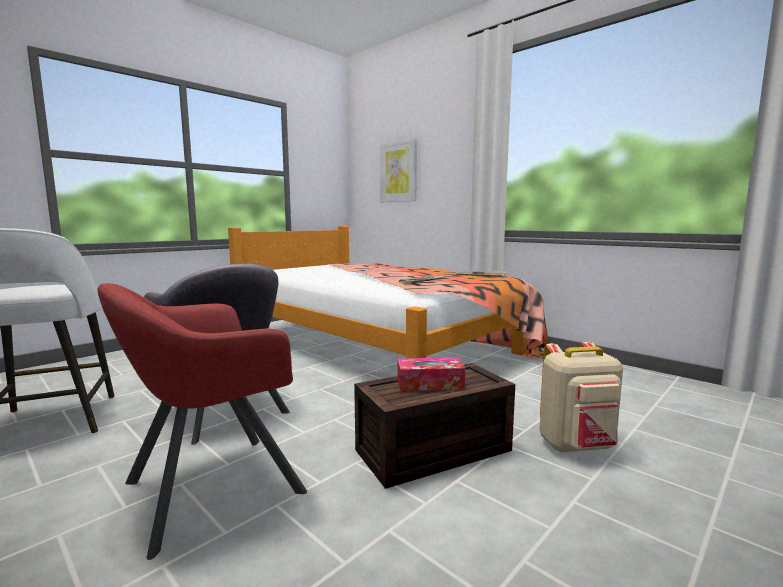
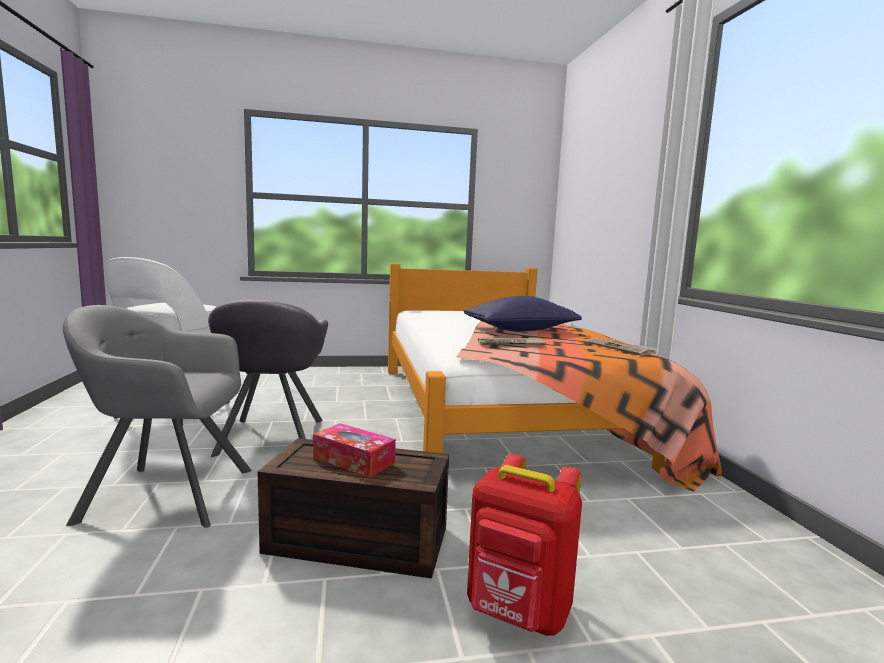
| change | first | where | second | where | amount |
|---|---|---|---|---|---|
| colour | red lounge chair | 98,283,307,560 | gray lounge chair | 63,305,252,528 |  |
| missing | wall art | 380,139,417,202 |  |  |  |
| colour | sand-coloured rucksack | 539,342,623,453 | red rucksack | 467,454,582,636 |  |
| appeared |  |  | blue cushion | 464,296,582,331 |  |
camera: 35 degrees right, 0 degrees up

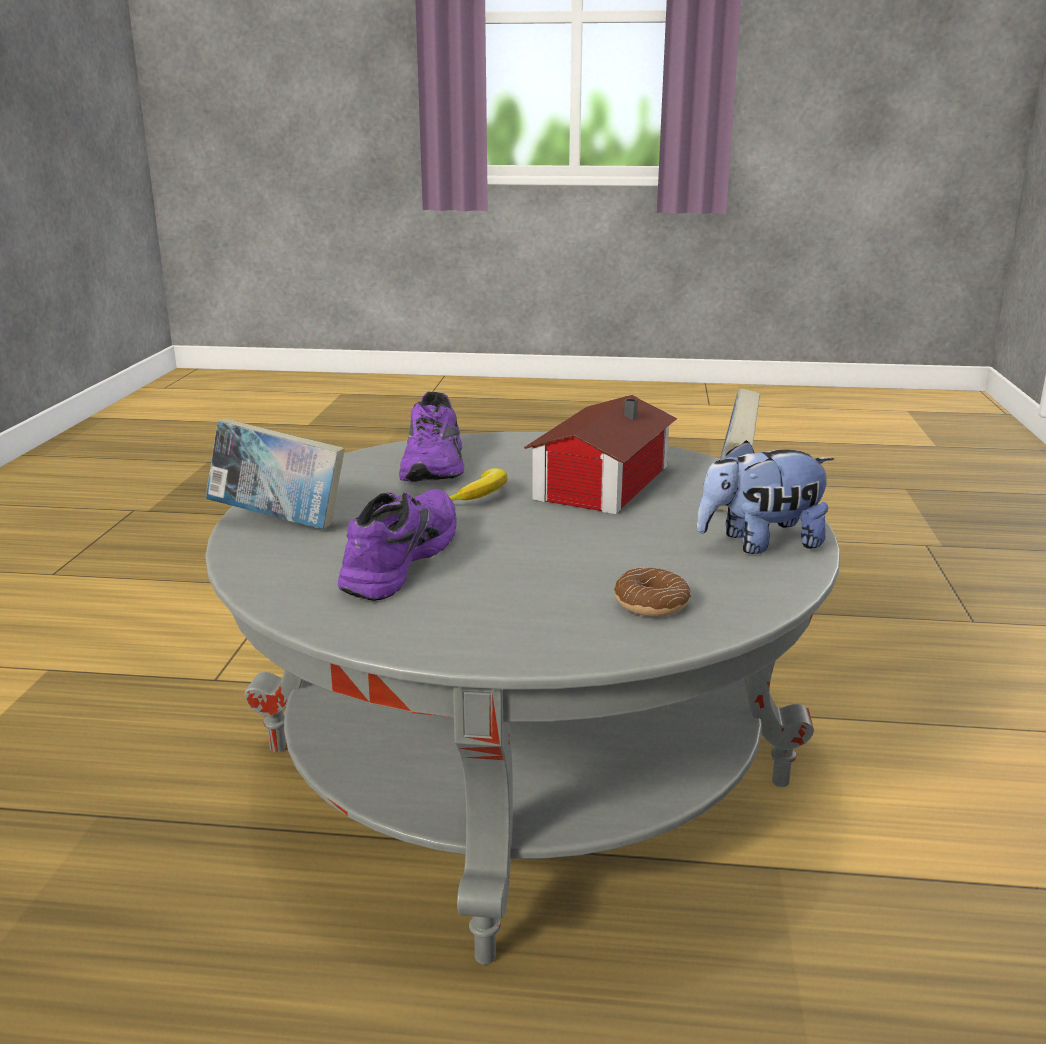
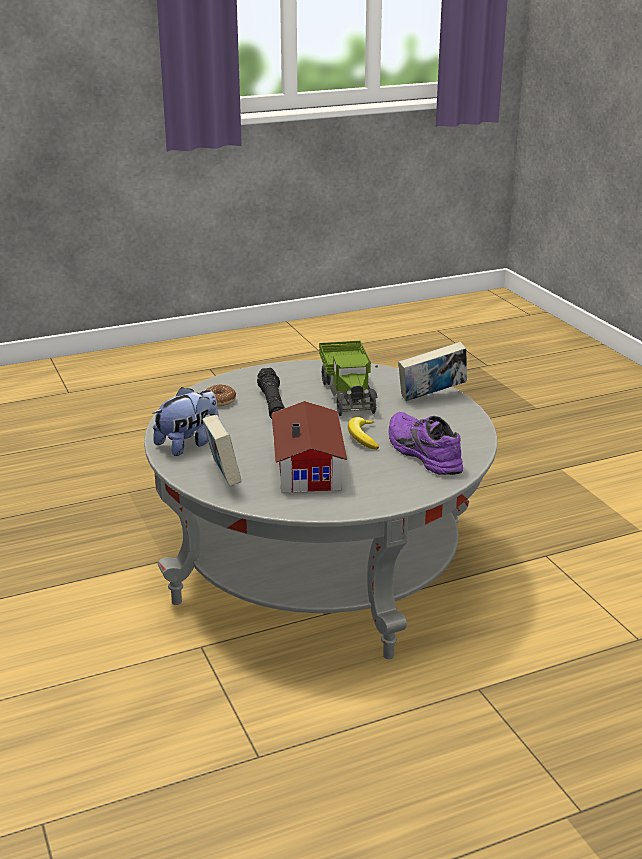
| change | first | where | second | where | amount |
|---|---|---|---|---|---|
| exchanged | purple-coloured item of footwear | 338,489,457,601 | toy truck | 319,340,378,416 |  |
| appeared |  |  | blackish hand torch | 257,368,285,419 |  |
camera: 150 degrees right, 5 degrees up

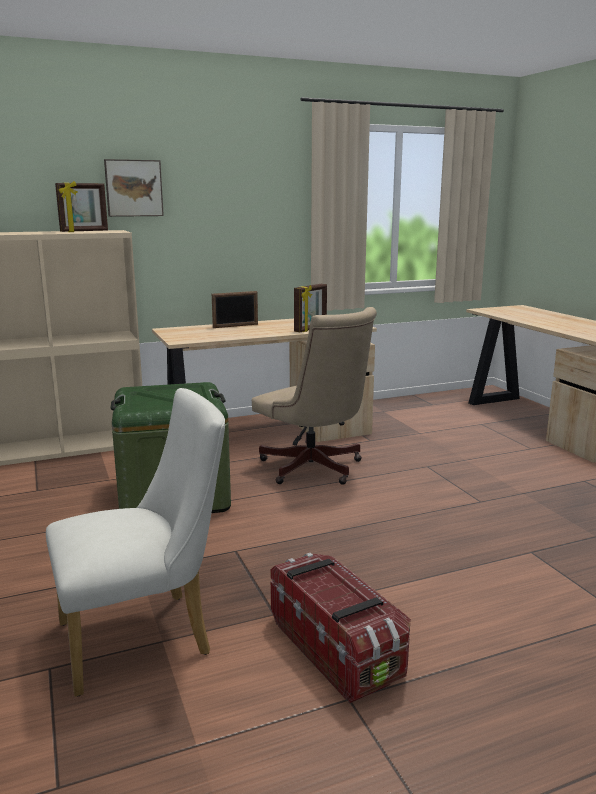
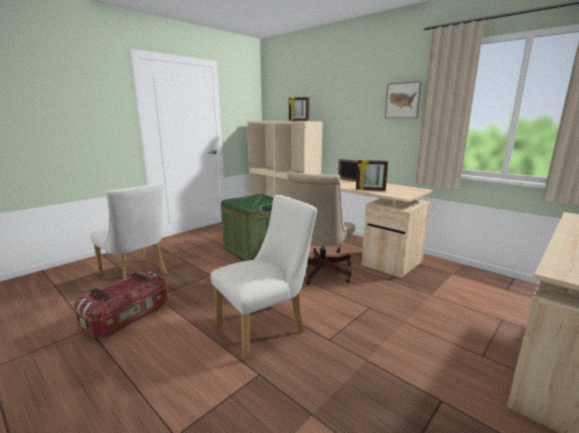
| change | first | where | second | where | amount |
|---|---|---|---|---|---|
| relocated | wall art | 104,159,164,217 |  | 385,81,422,118 |  |
| appeared |  |  | whitish upright chair | 211,195,317,360 |  |
camera: 65 degrees right, 0 degrees up

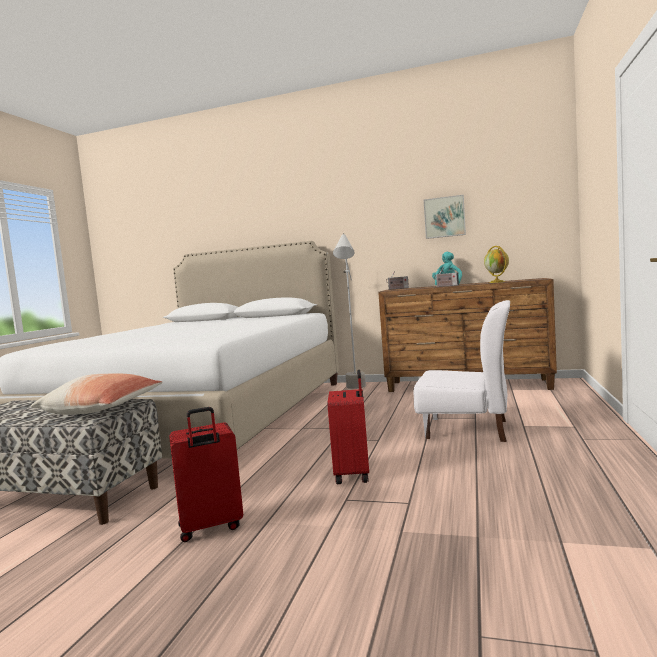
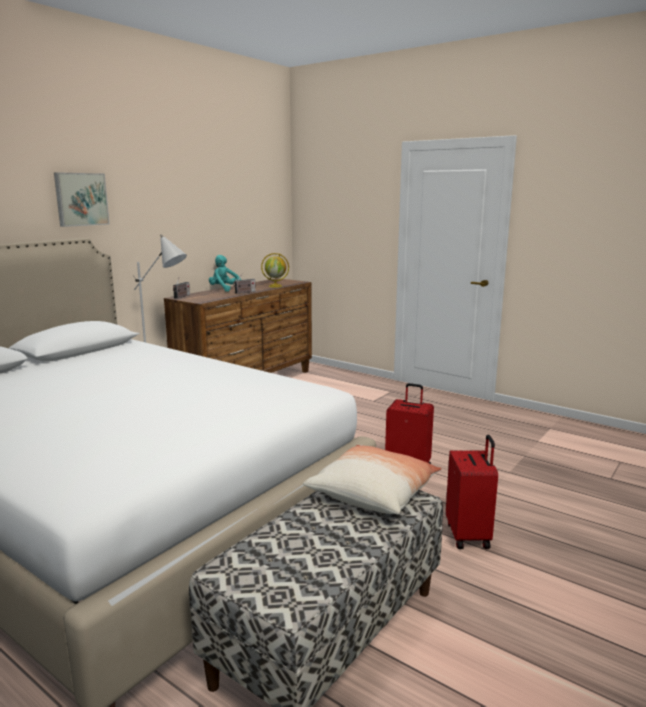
| change | first | where | second | where | amount |
|---|---|---|---|---|---|
| missing | whitish upright chair | 414,300,510,442 |  |  |  |
| relocated | wall art | 424,195,466,239 |  | 54,172,110,227 |  |
camera: 70 degrees left, 10 degrees up

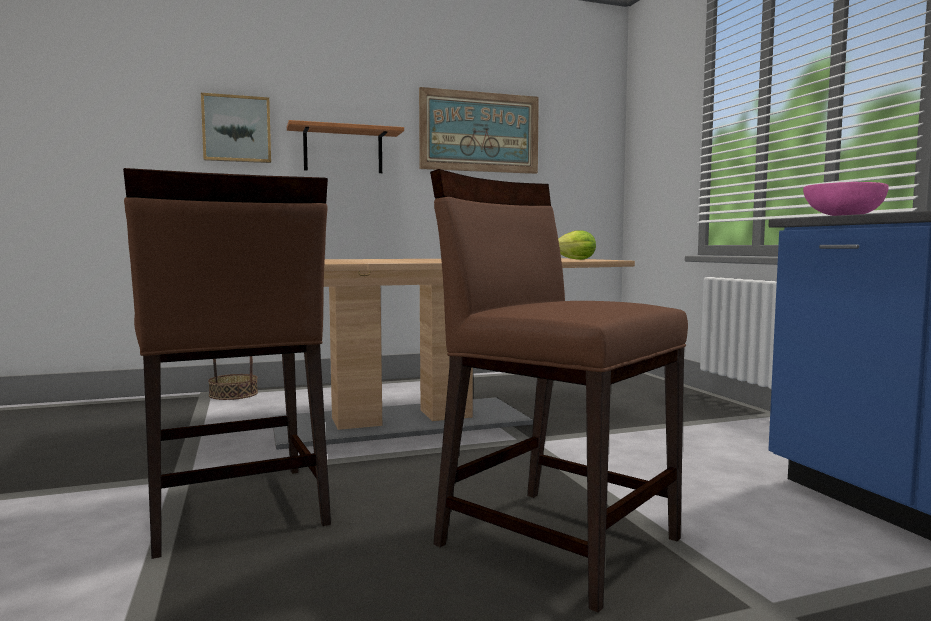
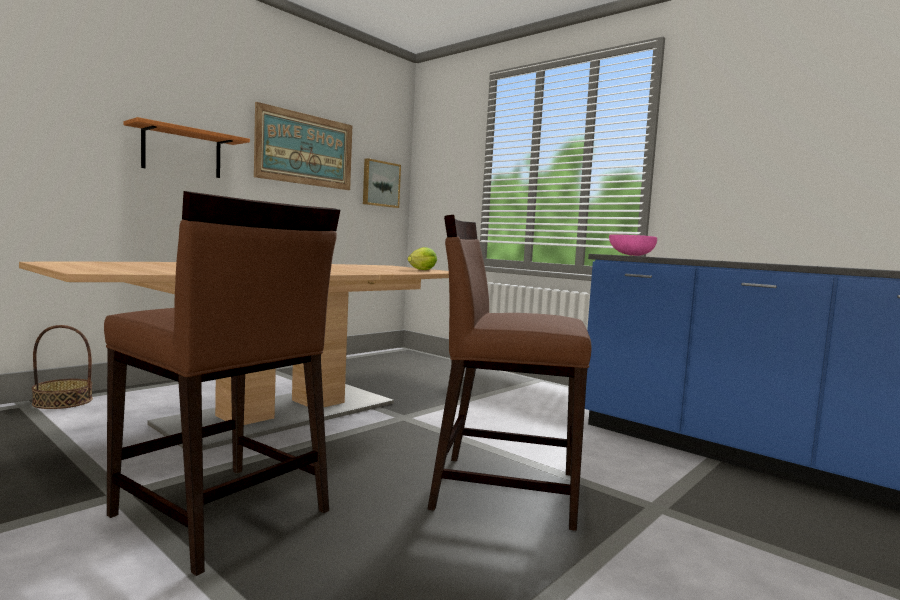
| change | first | where | second | where | amount |
|---|---|---|---|---|---|
| relocated | wall art | 201,93,271,163 |  | 363,158,401,208 |  |
camera: 30 degrees left, 0 degrees up

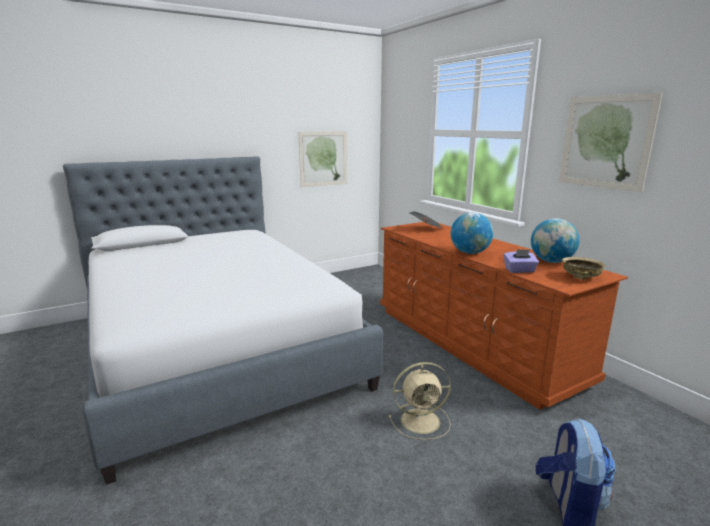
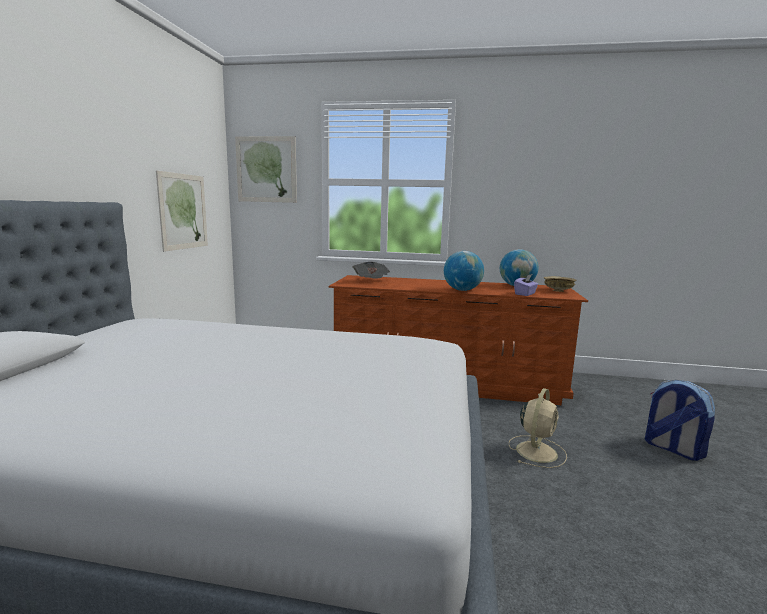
| change | first | where | second | where | amount |
|---|---|---|---|---|---|
| relocated | wall art | 559,93,663,192 |  | 235,136,297,203 |  |
camera: 50 degrees left, 5 degrees down

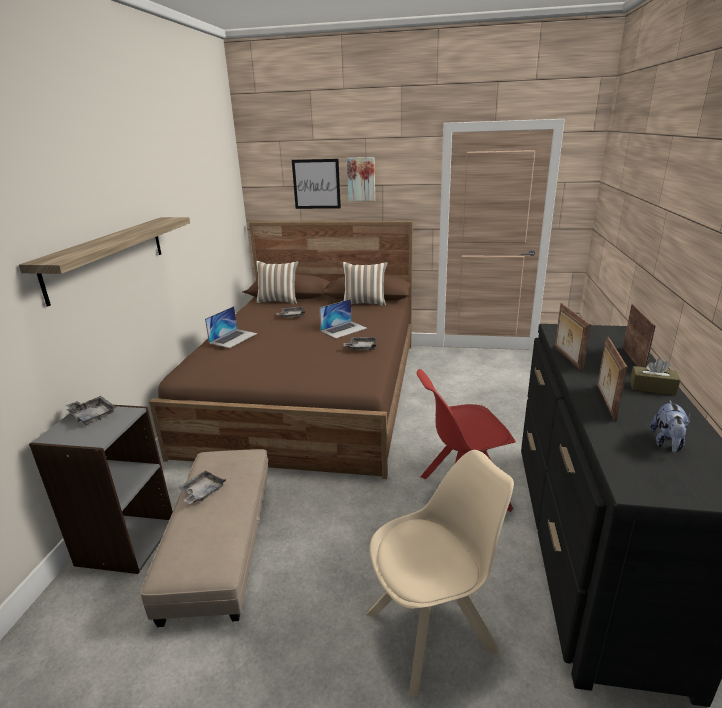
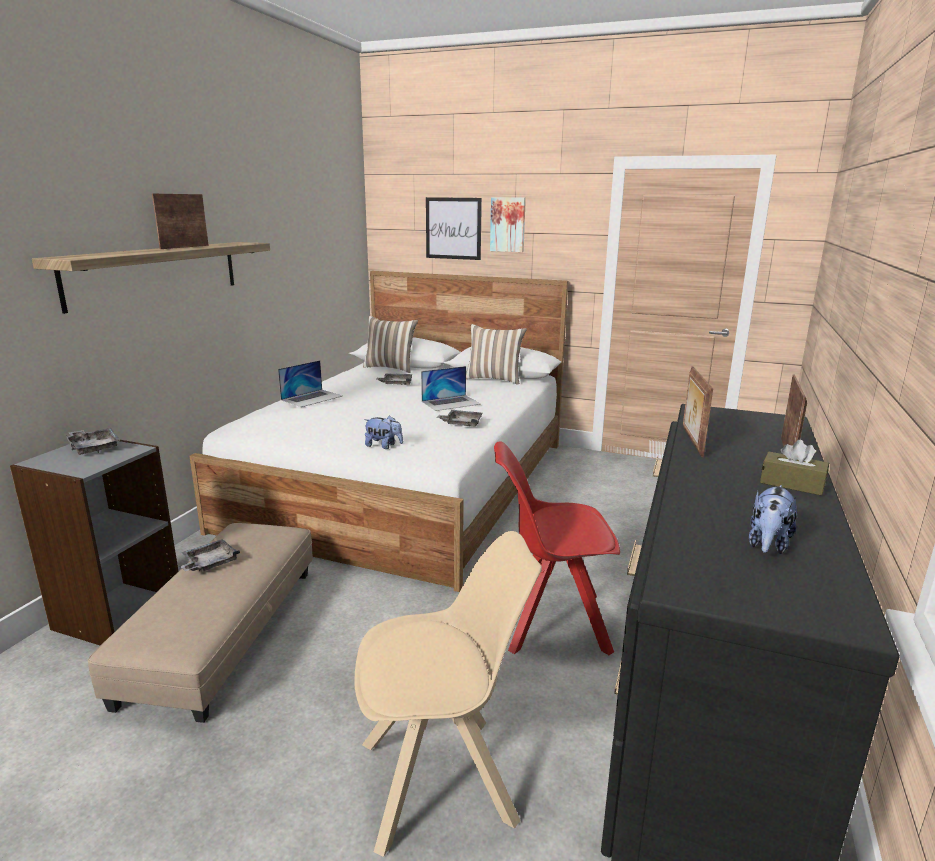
| change | first | where | second | where | amount |
|---|---|---|---|---|---|
| colour | brown bedroom bed | 149,221,413,479 | whitish bedroom bed | 190,271,568,592 |  |
| relocated | photo frame | 597,336,628,422 |  | 152,194,209,249 |  |
| appeared |  |  | soft toy | 364,415,403,449 |  |
camera: 10 degrees right, 5 degrees down

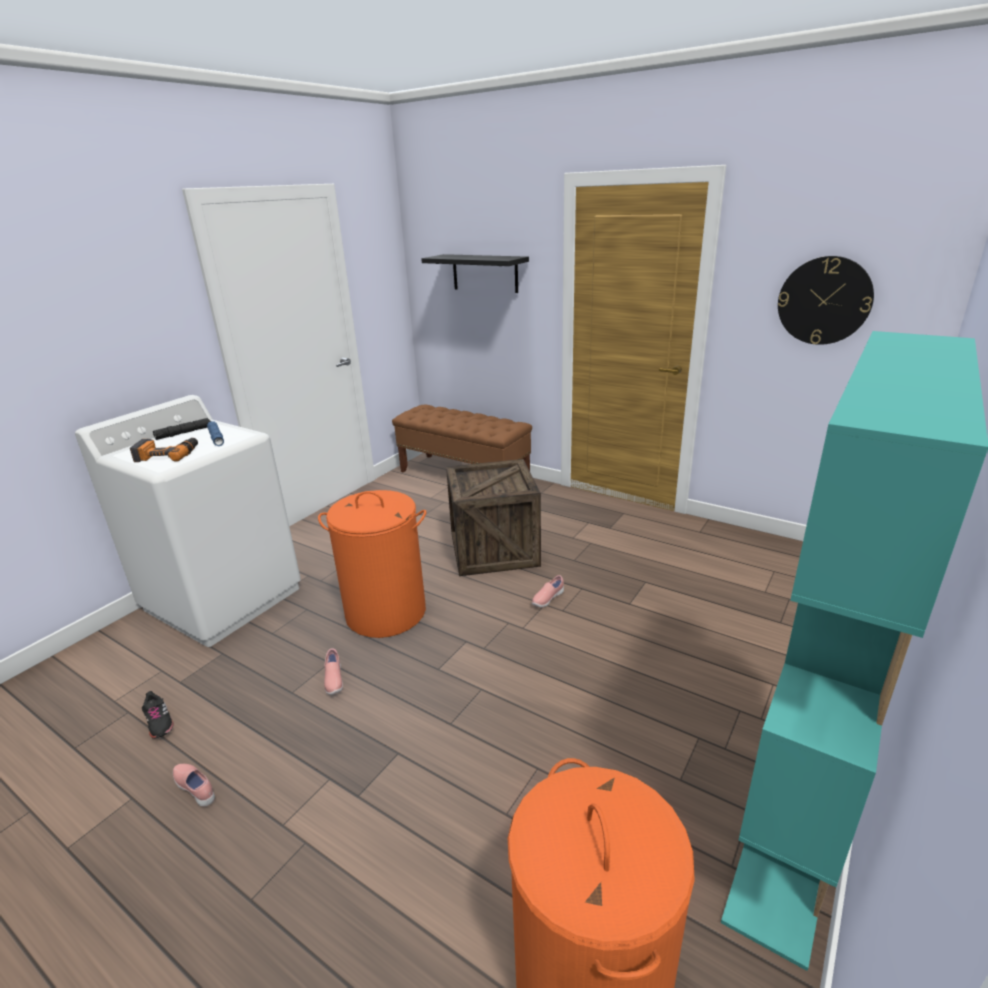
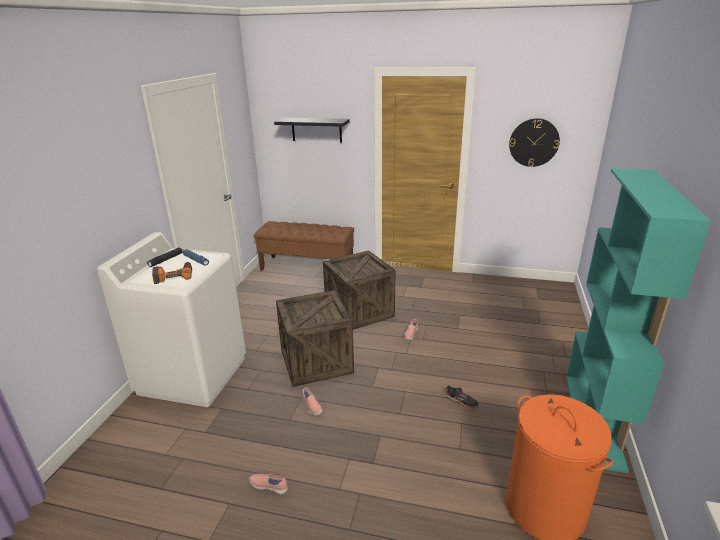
| change | first | where | second | where | amount |
|---|---|---|---|---|---|
| relocated | blackish item of footwear | 142,691,174,739 |  | 446,385,478,408 |  |
| exchanged | orange laundry basket | 318,490,427,638 | packing crate | 276,290,354,387 |  |
camera: 20 degrees left, 0 degrees up

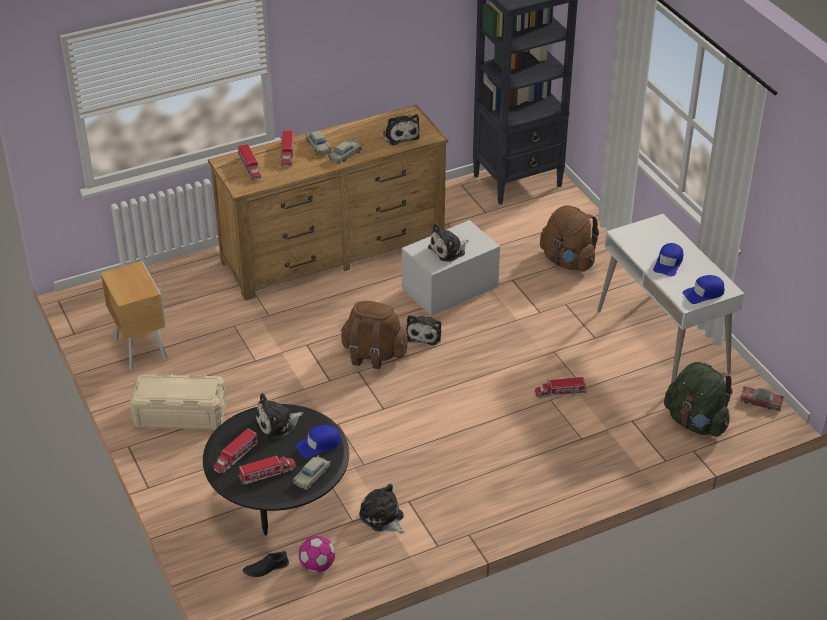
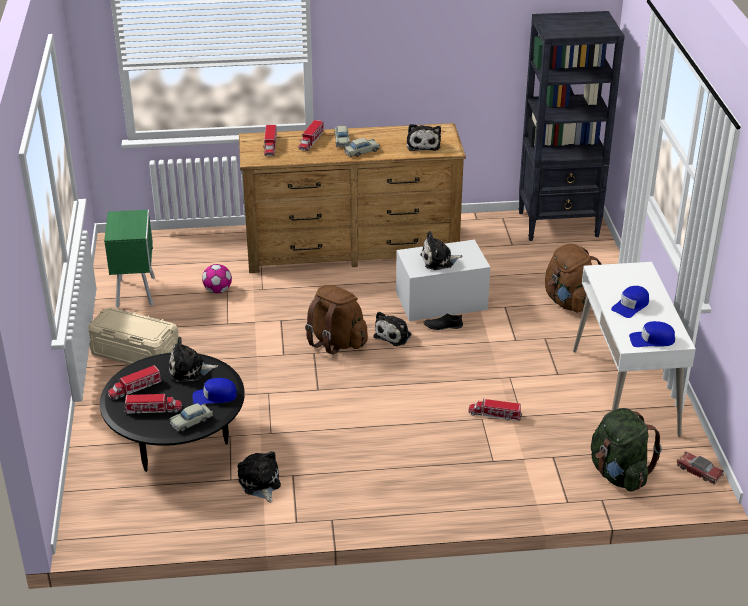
| change | first | where | second | where | amount |
|---|---|---|---|---|---|
| colour | brown nightstand | 101,261,168,371 | greenish nightstand | 104,210,155,308 |  |
| relocated | blackish item of footwear | 243,551,289,577 |  | 424,314,463,330 |  |
| relocated | football | 299,536,335,573 |  | 202,264,232,293 |  |
camera: 20 degrees right, 5 degrees down

